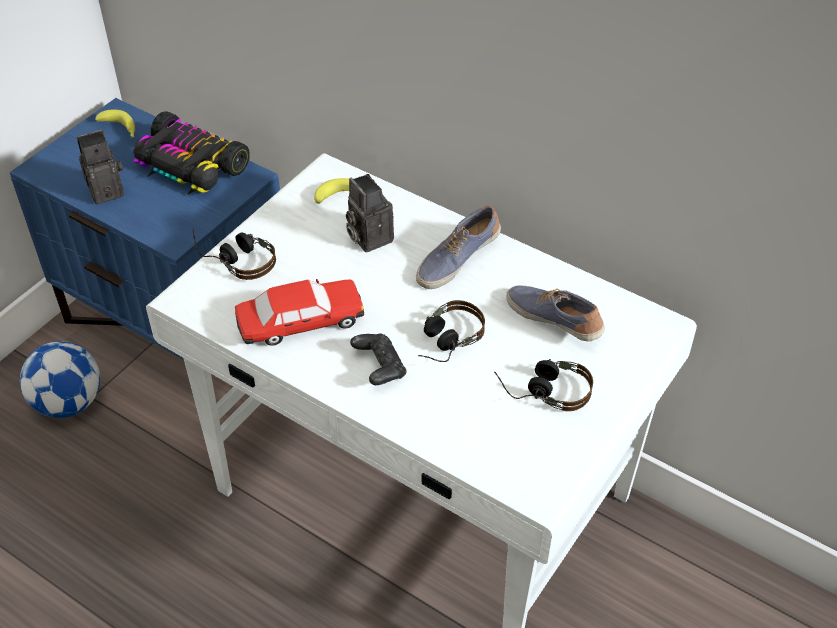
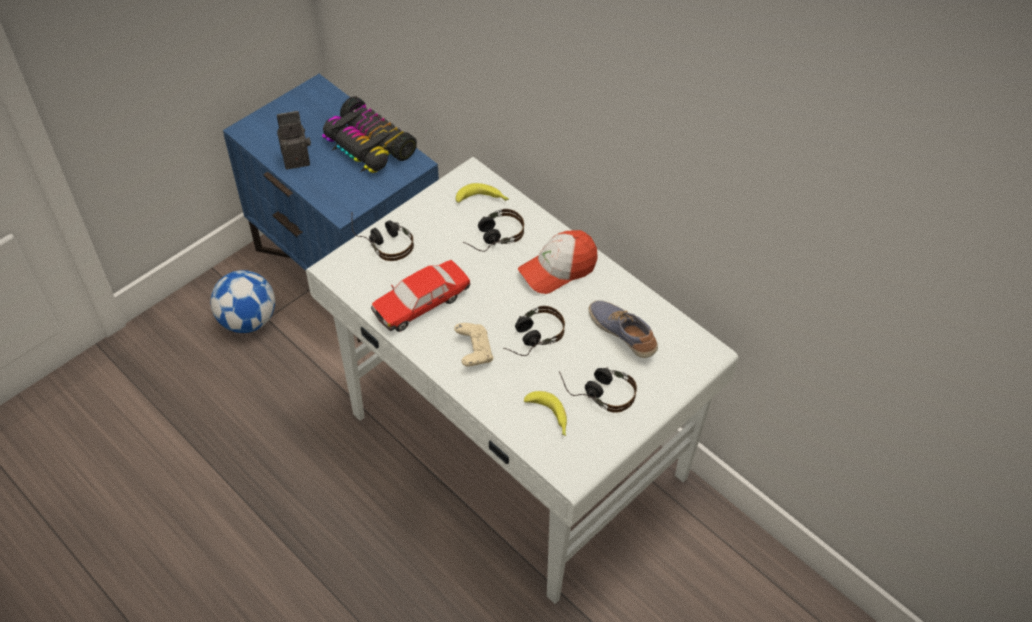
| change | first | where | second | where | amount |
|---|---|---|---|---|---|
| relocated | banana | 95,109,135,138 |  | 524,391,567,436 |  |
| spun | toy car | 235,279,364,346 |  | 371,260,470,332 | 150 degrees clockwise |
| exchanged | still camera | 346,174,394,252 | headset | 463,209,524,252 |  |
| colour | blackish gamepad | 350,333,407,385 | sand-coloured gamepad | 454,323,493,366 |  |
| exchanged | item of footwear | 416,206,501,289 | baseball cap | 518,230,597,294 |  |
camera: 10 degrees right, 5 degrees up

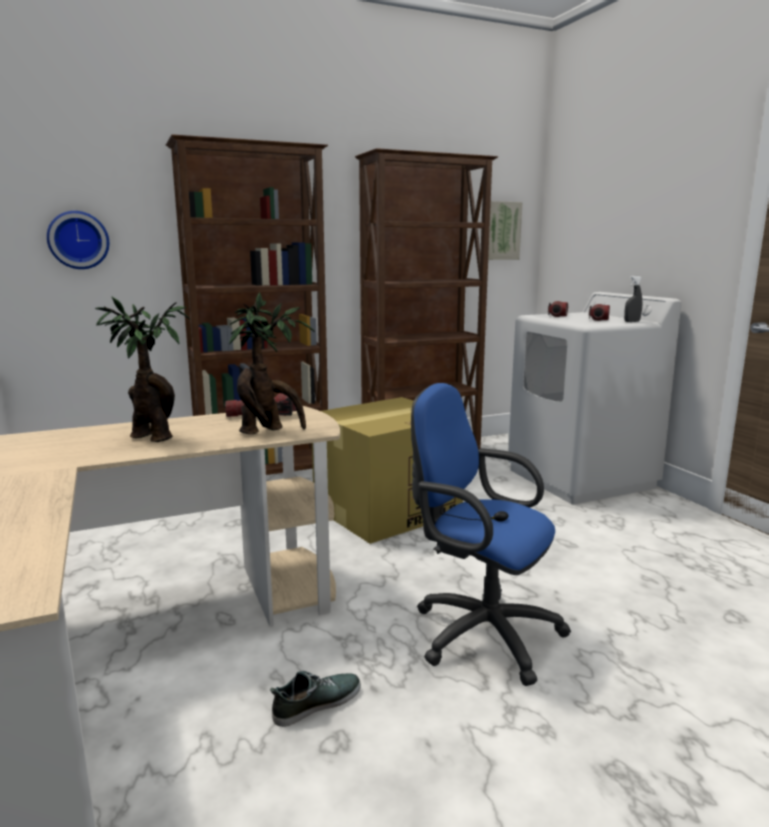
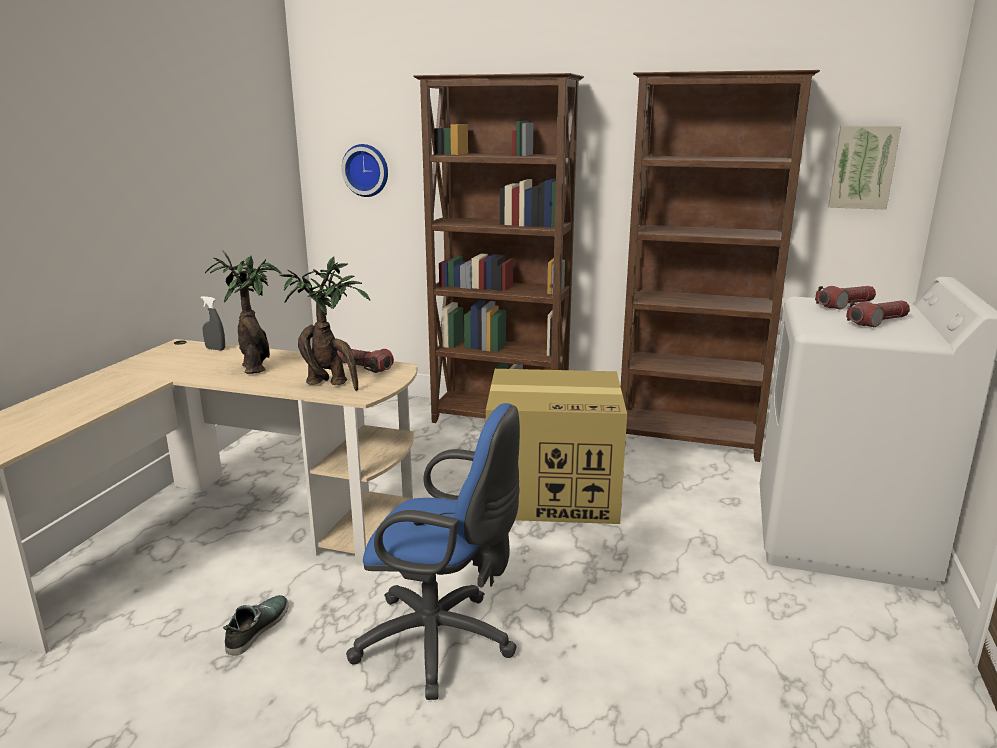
| change | first | where | second | where | amount |
|---|---|---|---|---|---|
| spun | item of footwear | 270,671,361,727 |  | 223,595,289,656 | 75 degrees counterclockwise |
| spun | blue office chair | 411,383,571,686 |  | 346,403,520,700 | 120 degrees clockwise |
| relocated | gray sprayer | 624,276,642,322 |  | 200,296,225,350 |  |
camera: 40 degrees right, 5 degrees up

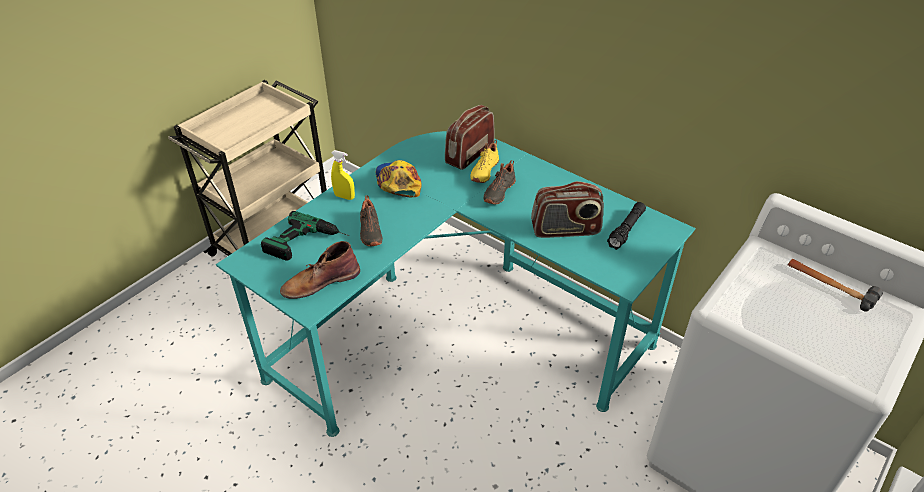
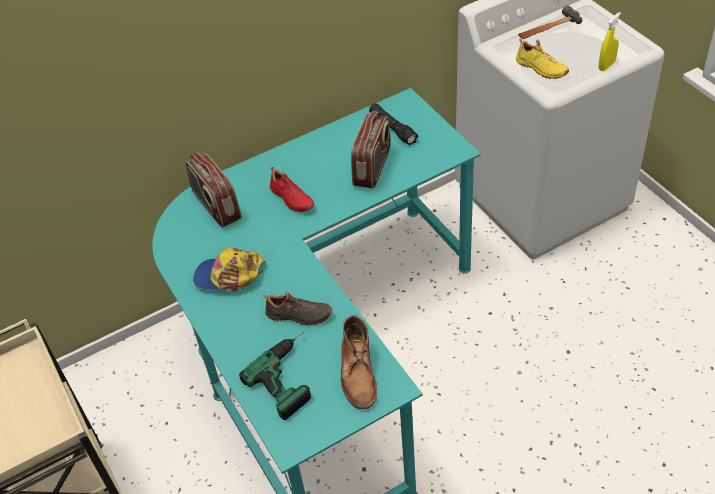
| change | first | where | second | where | amount |
|---|---|---|---|---|---|
| relocated | yellow-coloured sprayer | 331,150,355,200 |  | 599,12,621,71 |  |
| relocated | yellow-coloured item of footwear | 471,140,499,183 |  | 516,39,569,79 |  |
| colour | blackish item of footwear | 484,160,516,204 | red item of footwear | 270,167,315,212 |  |
camera: 65 degrees left, 5 degrees up

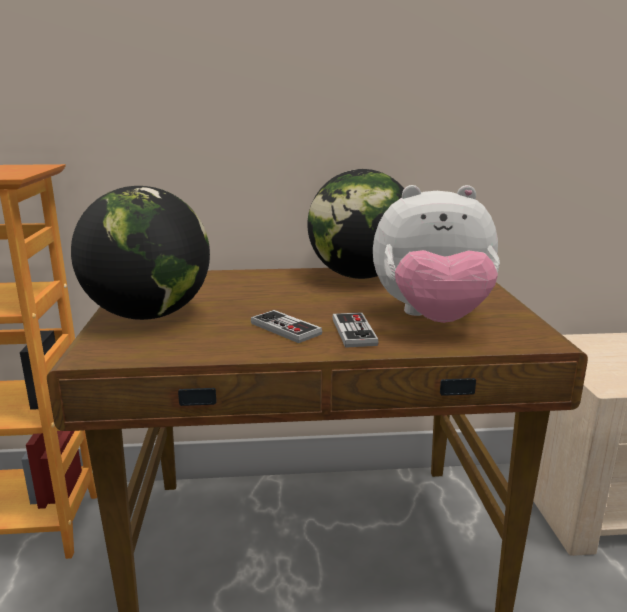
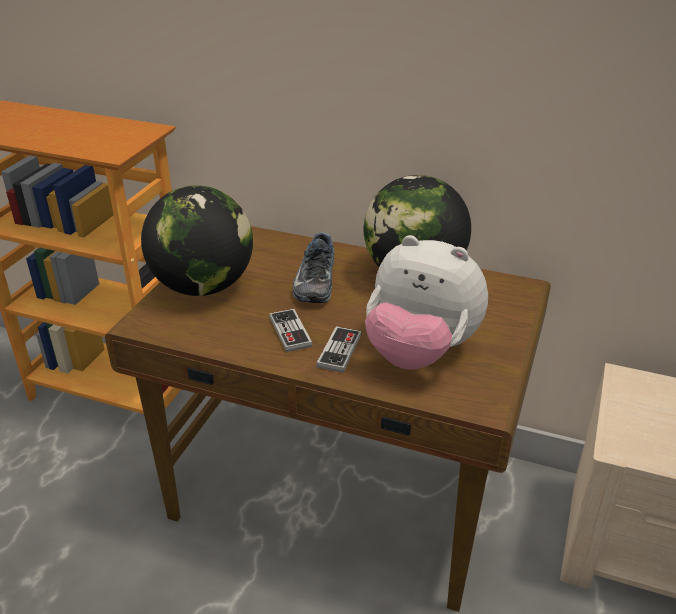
| change | first | where | second | where | amount |
|---|---|---|---|---|---|
| appeared |  |  | item of footwear | 293,232,334,303 |  |
camera: 25 degrees right, 15 degrees up

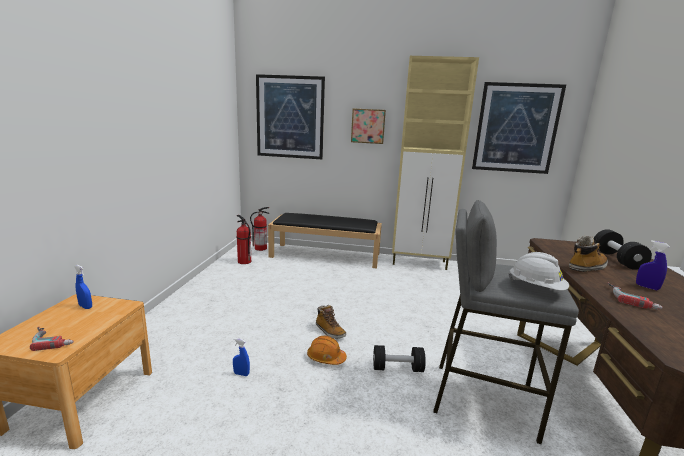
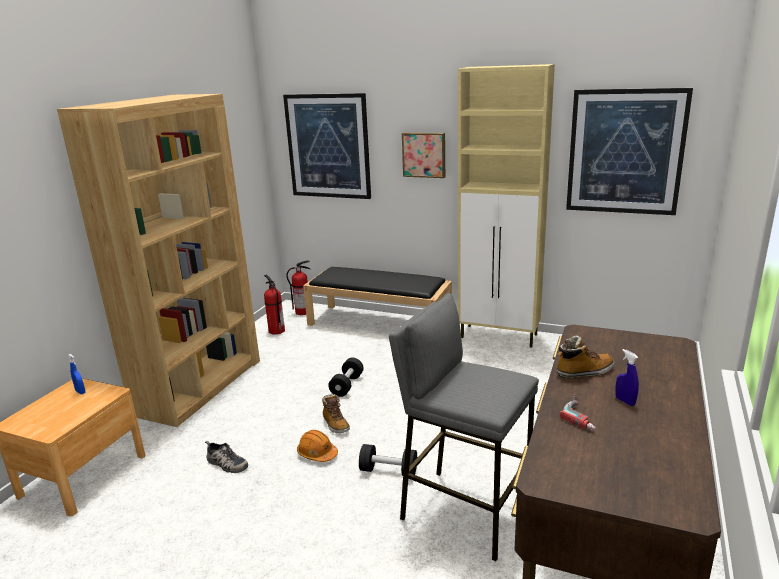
| change | first | where | second | where | amount |
|---|---|---|---|---|---|
| missing | drill | 30,327,74,351 |  |  |  |
| exchanged | blue sprayer | 233,338,250,376 | item of footwear | 205,441,248,473 |  |
| missing | whitish hard hat | 508,252,569,291 |  |  |  |
| relocated | blackish hand weight | 594,229,652,270 |  | 328,358,364,397 |  |
| appeared |  |  | brown shelving unit | 57,94,260,427 |  |
camera: 15 degrees right, 5 degrees up

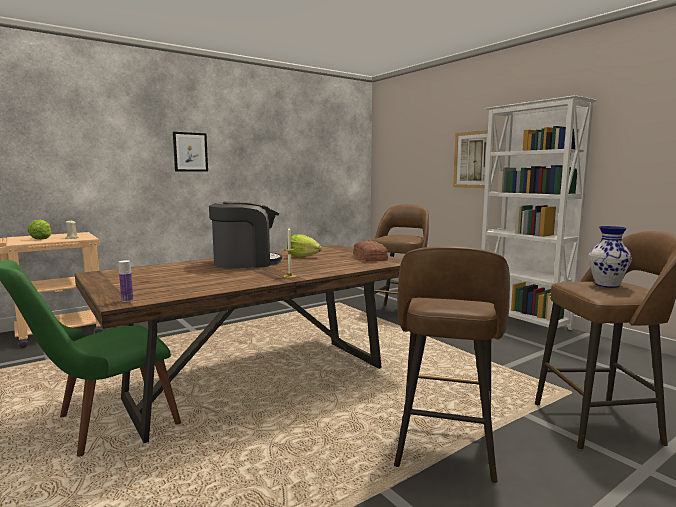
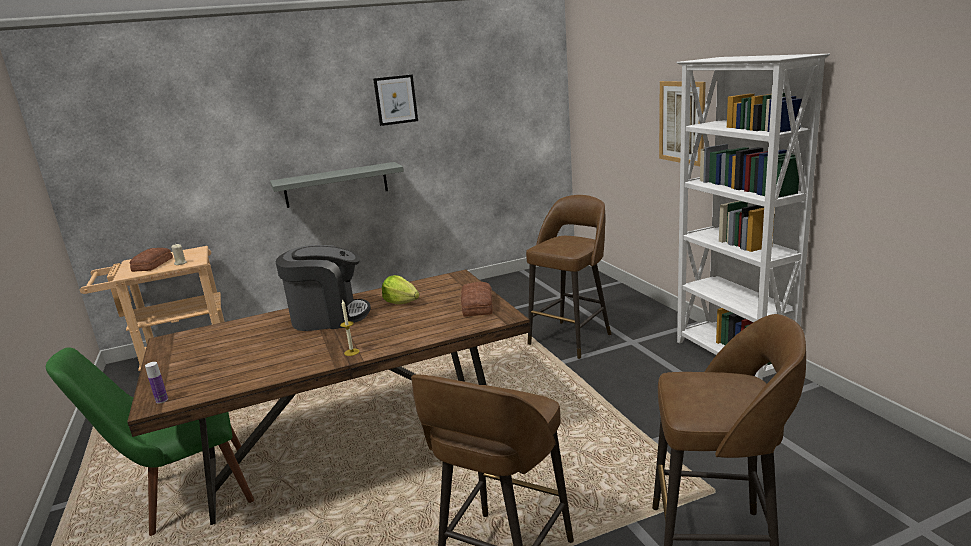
| change | first | where | second | where | amount |
|---|---|---|---|---|---|
| exchanged | head of lettuce | 28,220,51,240 | baked bread | 130,248,173,272 |  |
| relocated | wall art | 173,132,208,172 |  | 373,74,418,126 |  |
| missing | flower vase | 589,226,632,288 |  |  |  |
| appeared |  |  | gray bracket shelf | 270,162,404,208 |  |
camera: 15 degrees right, 10 degrees up

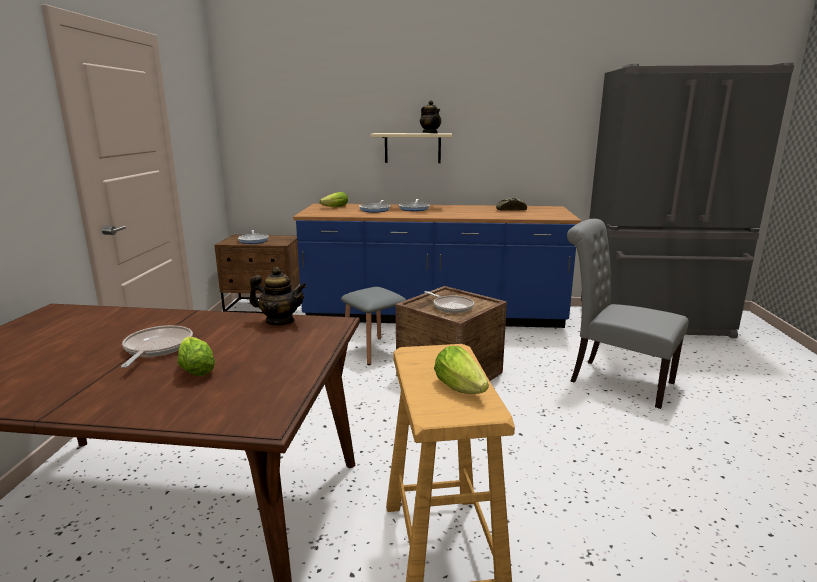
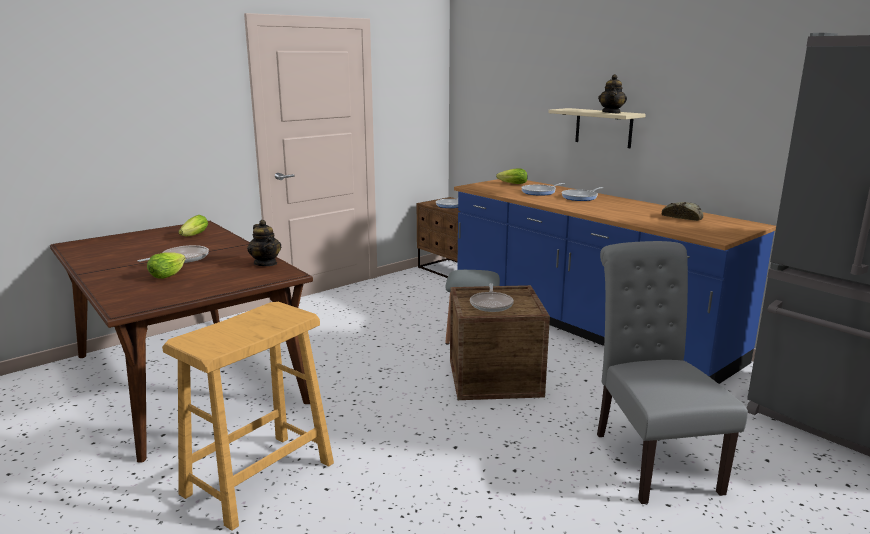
| change | first | where | second | where | amount |
|---|---|---|---|---|---|
| relocated | head of lettuce | 434,346,489,394 |  | 178,215,208,236 |  |
camera: 45 degrees right, 0 degrees up

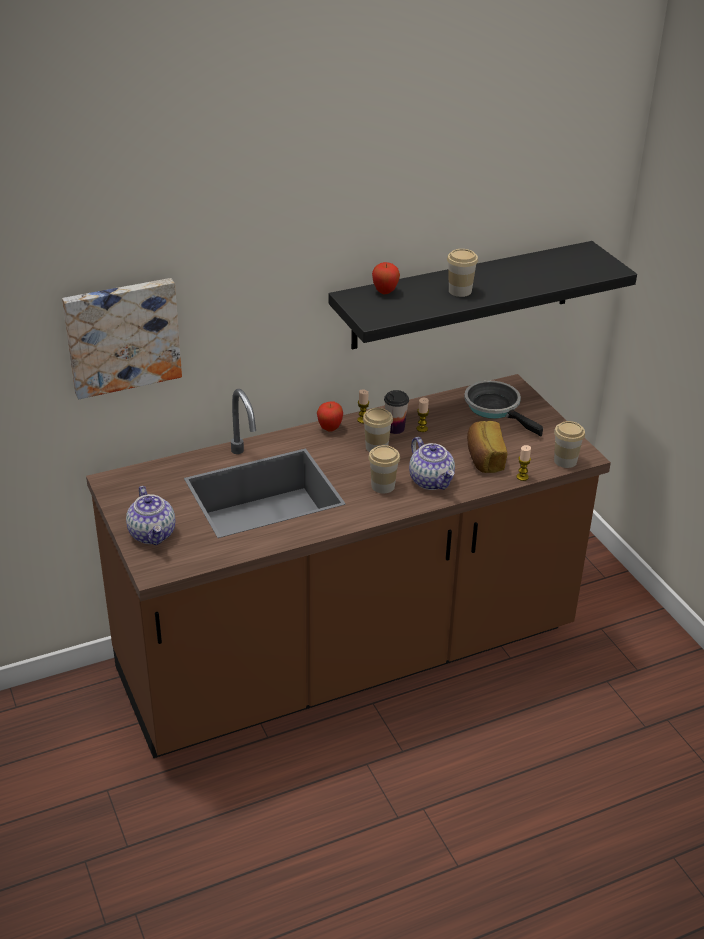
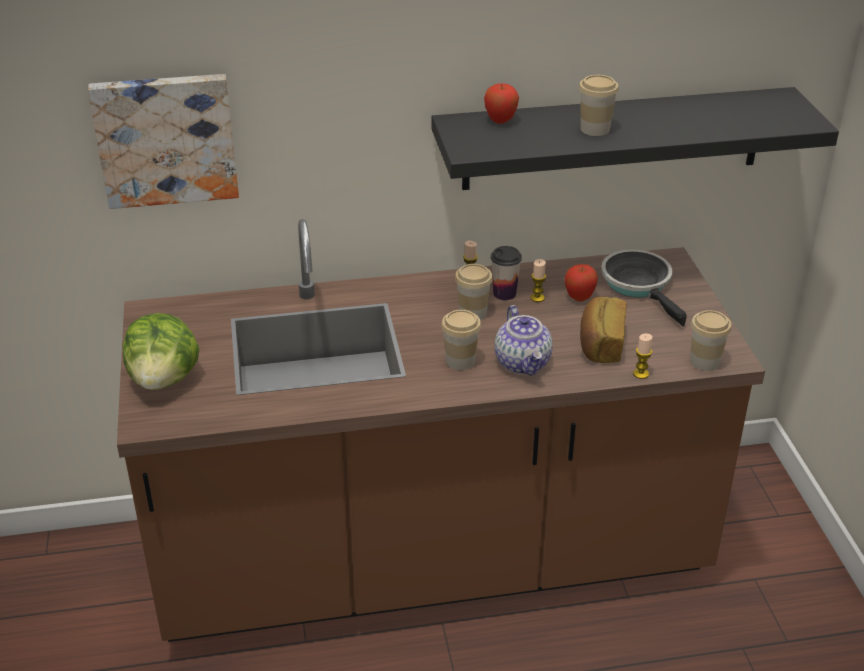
| change | first | where | second | where | amount |
|---|---|---|---|---|---|
| exchanged | tea pot | 126,486,175,546 | head of lettuce | 123,313,199,390 |  |
| relocated | apple fruit | 317,401,343,432 |  | 565,264,598,302 |  |
camera: 15 degrees right, 0 degrees up

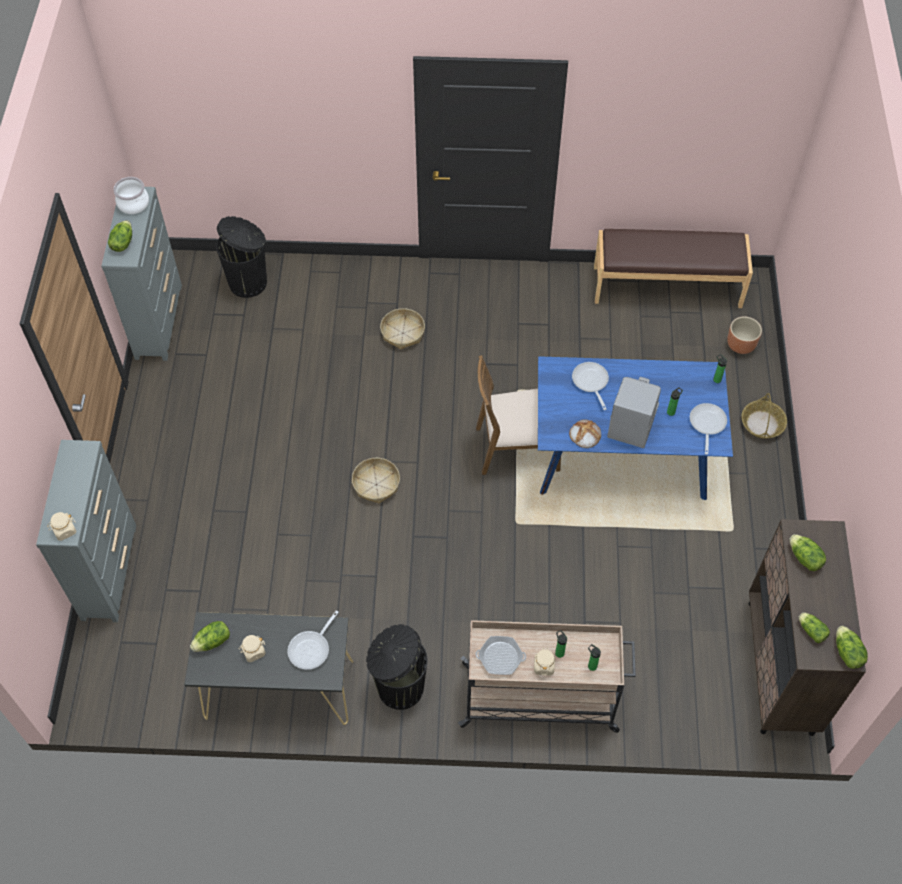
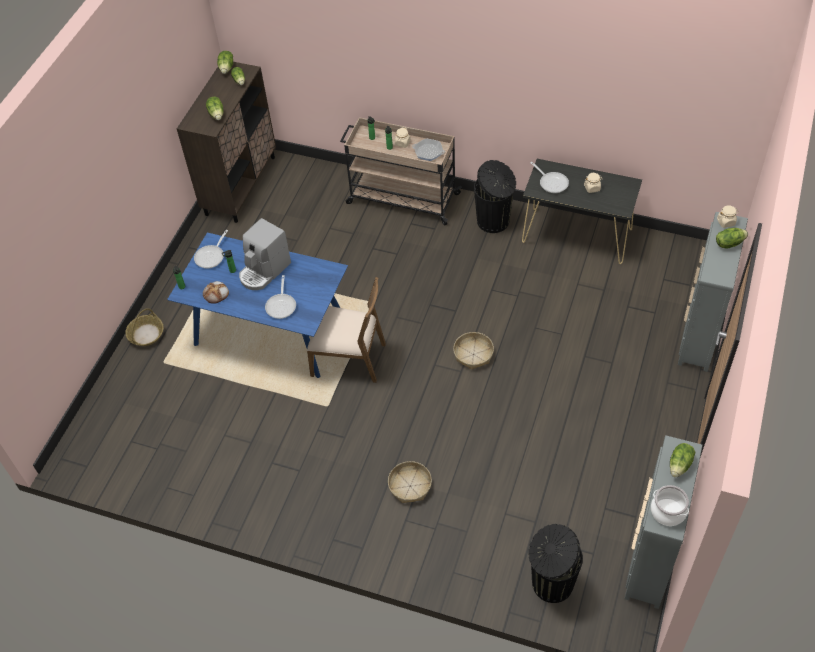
| change | first | where | second | where | amount |
|---|---|---|---|---|---|
| relocated | head of lettuce | 190,621,230,652 |  | 716,228,748,249 |  |
| spun | skillet | 288,610,339,670 |  | 531,162,569,193 | 90 degrees clockwise |
| relocated | baked bread | 569,419,601,448 |  | 203,281,229,304 |  |
| missing | brown indoor bench | 594,229,753,308 |  |  |  |
| missing | brown planter | 727,316,762,354 |  |  |  |
camera: 160 degrees left, 5 degrees down

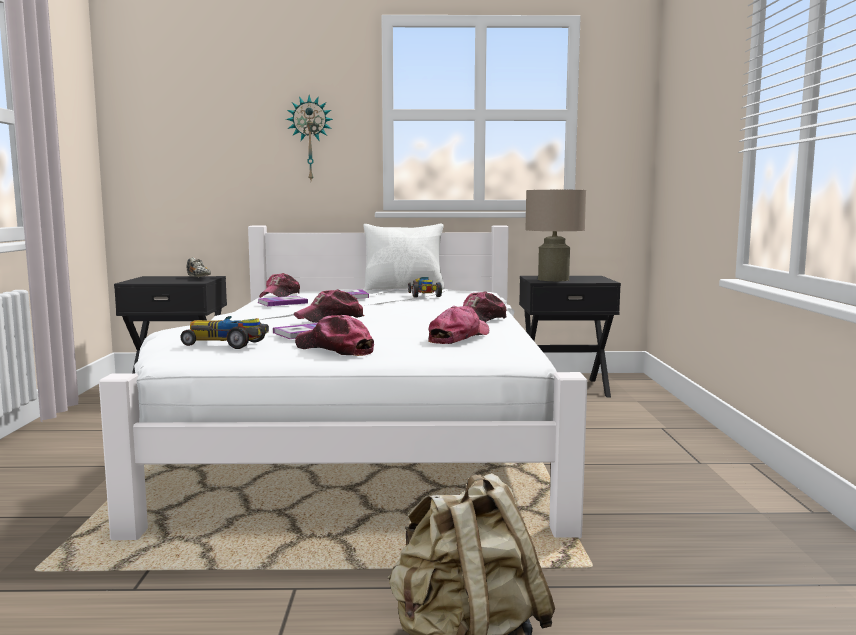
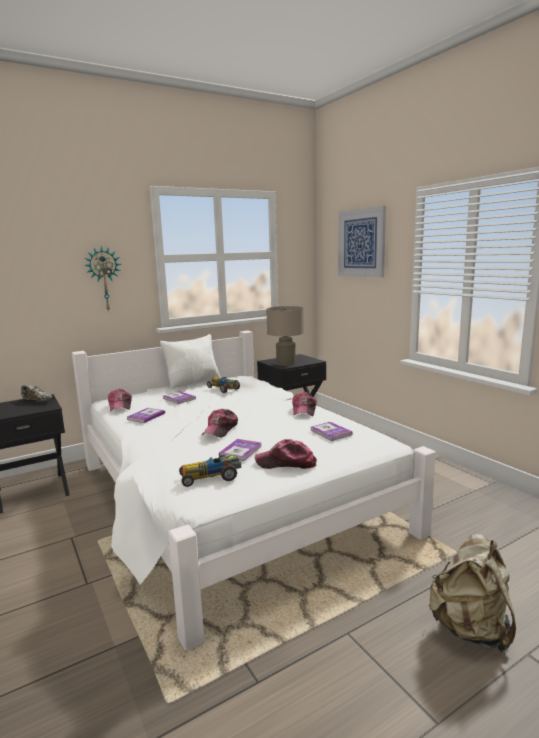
| change | first | where | second | where | amount |
|---|---|---|---|---|---|
| exchanged | baseball cap | 428,306,489,344 | bound book | 310,422,353,441 |  |
| appeared |  |  | wall art | 338,206,386,278 |  |
camera: 30 degrees left, 5 degrees up

